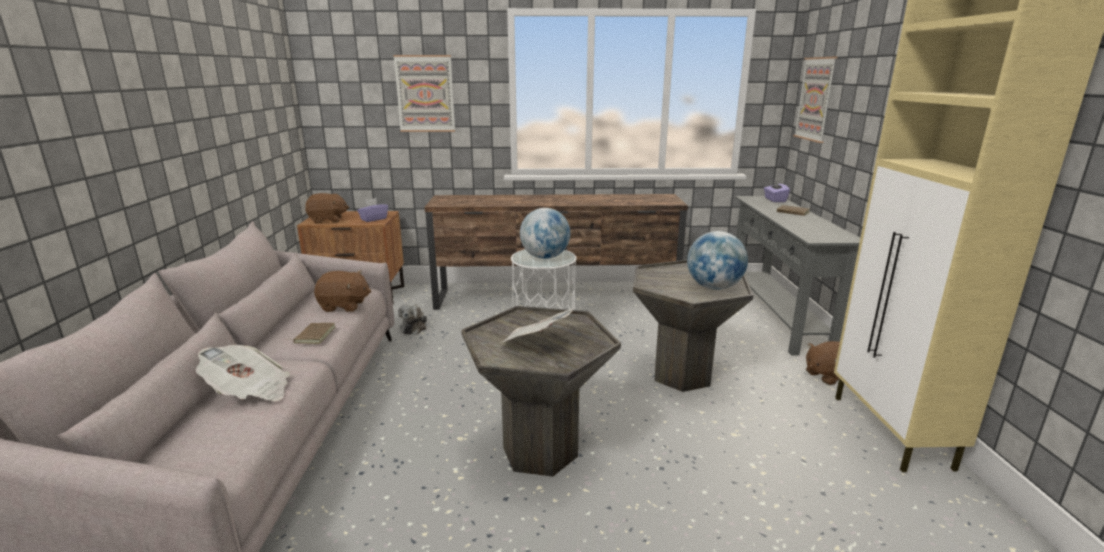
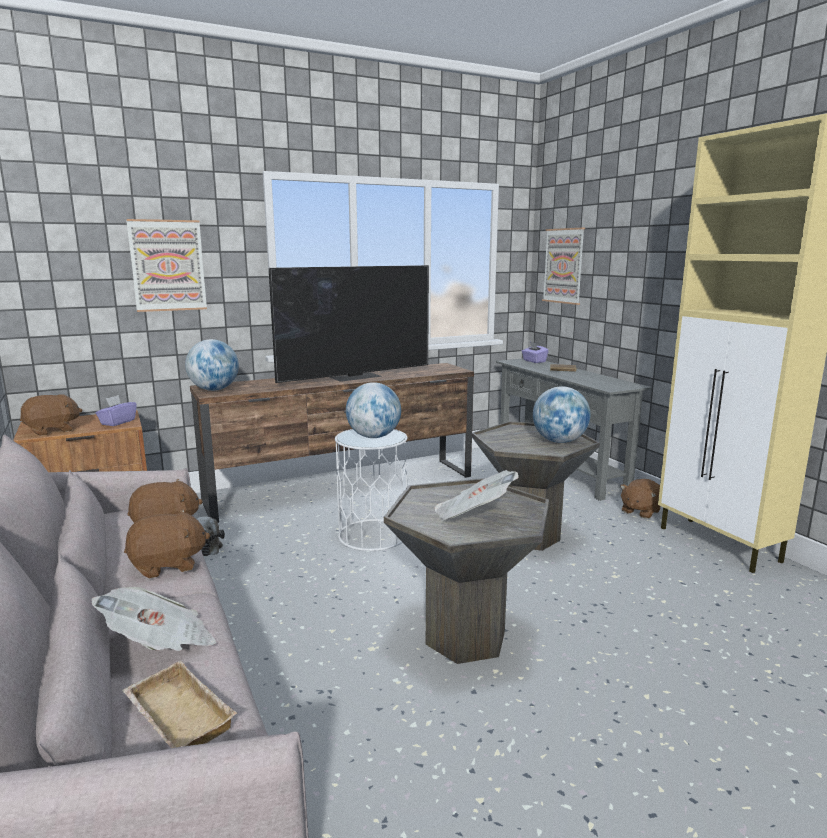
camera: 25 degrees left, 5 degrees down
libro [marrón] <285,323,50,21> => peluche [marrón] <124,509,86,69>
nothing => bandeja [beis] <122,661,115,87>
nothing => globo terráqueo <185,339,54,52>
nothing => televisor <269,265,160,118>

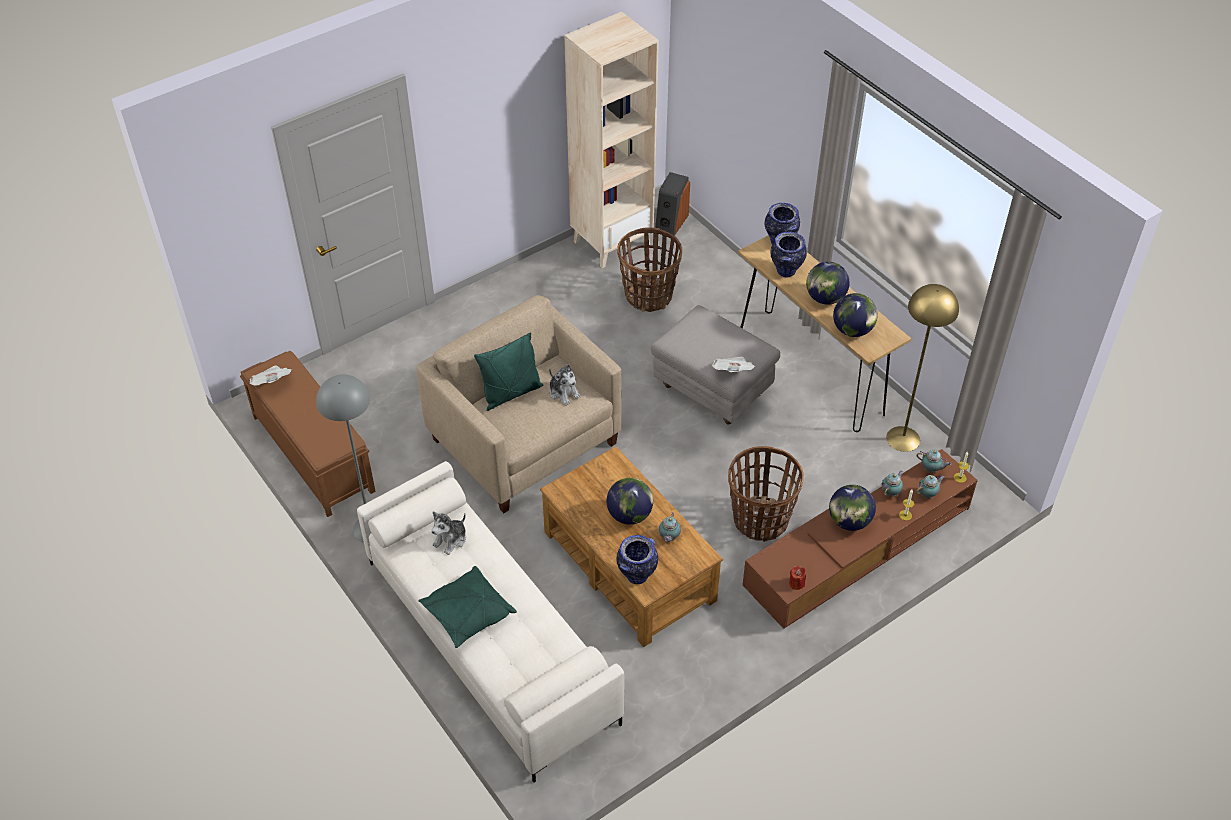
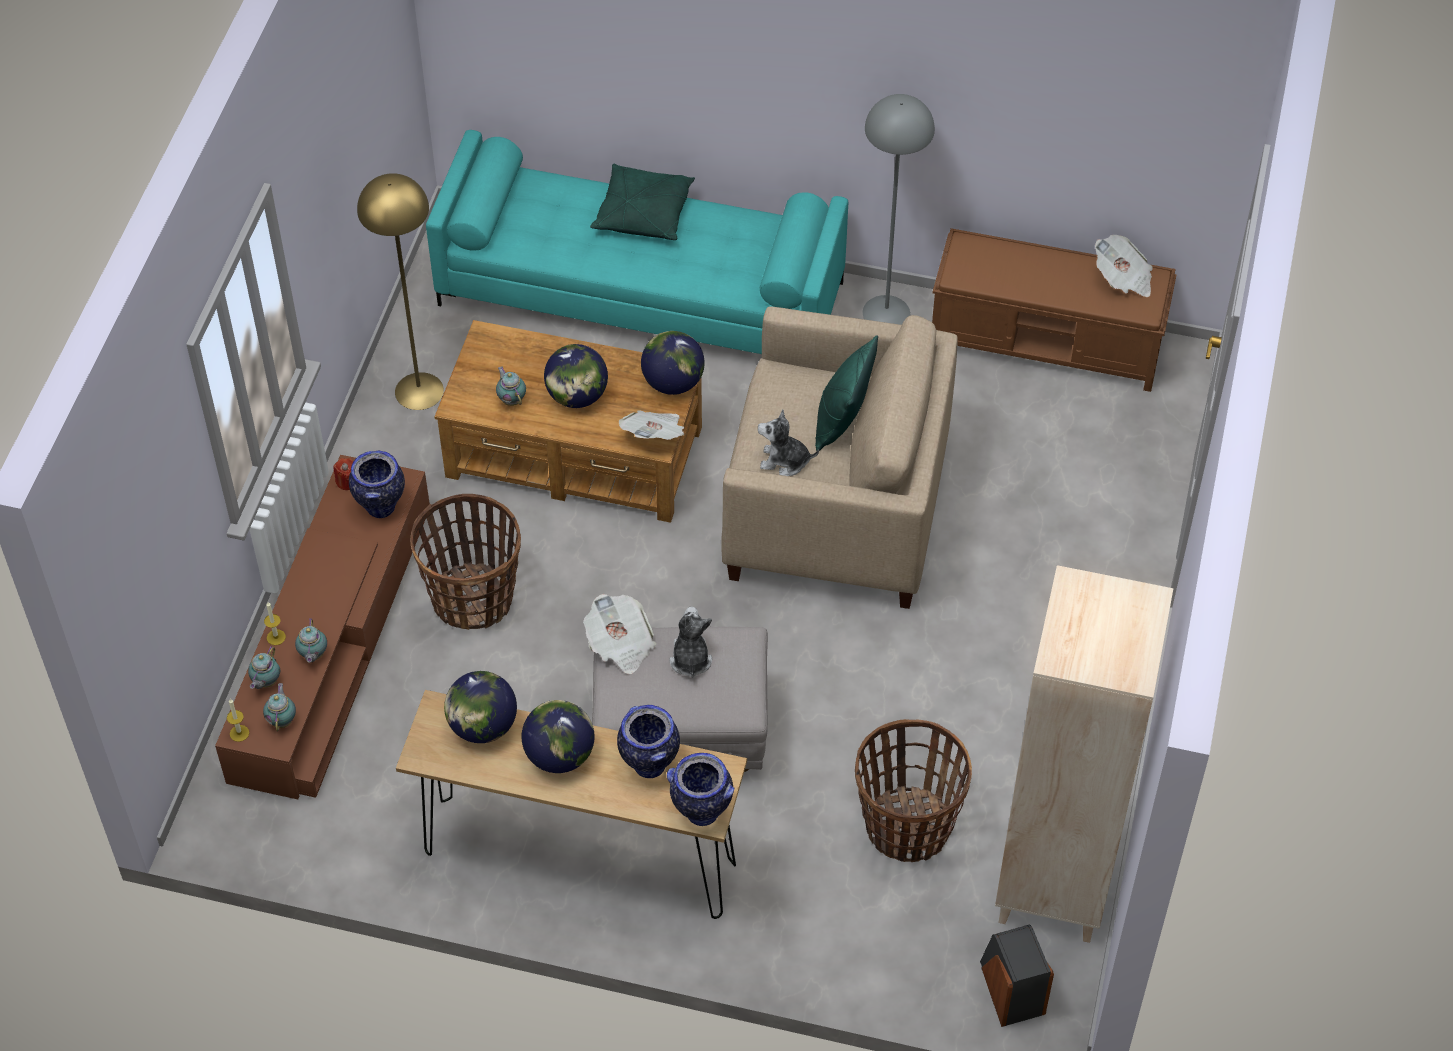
camera: 140 degrees right, 5 degrees up
sofá [blanco] <357,461,267,321> => sofá [turquesa] <426,130,422,224>
peluche <431,511,35,44> => peluche <669,607,43,71>, move
florero <617,535,41,49> => florero <349,451,56,67>, move
globo terráqueo <829,485,47,46> => globo terráqueo <641,331,64,64>, move
lámpara de pie [amarillo] <886,284,73,168> => lámpara de pie [amarillo] <357,173,87,237>, move
tetera <917,450,34,23> => tetera <263,683,33,48>, 105 degrees clockwise
nothing => periódico <619,410,65,30>

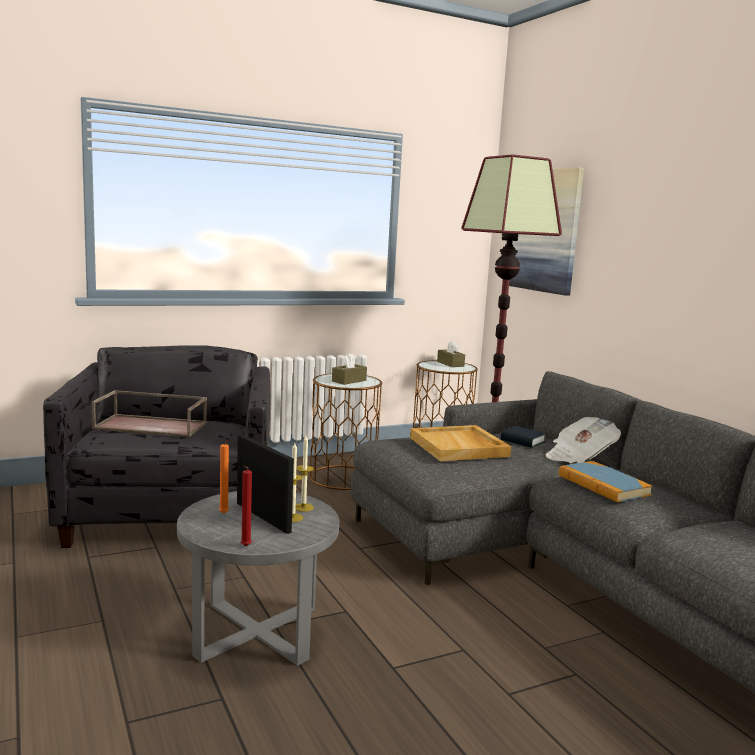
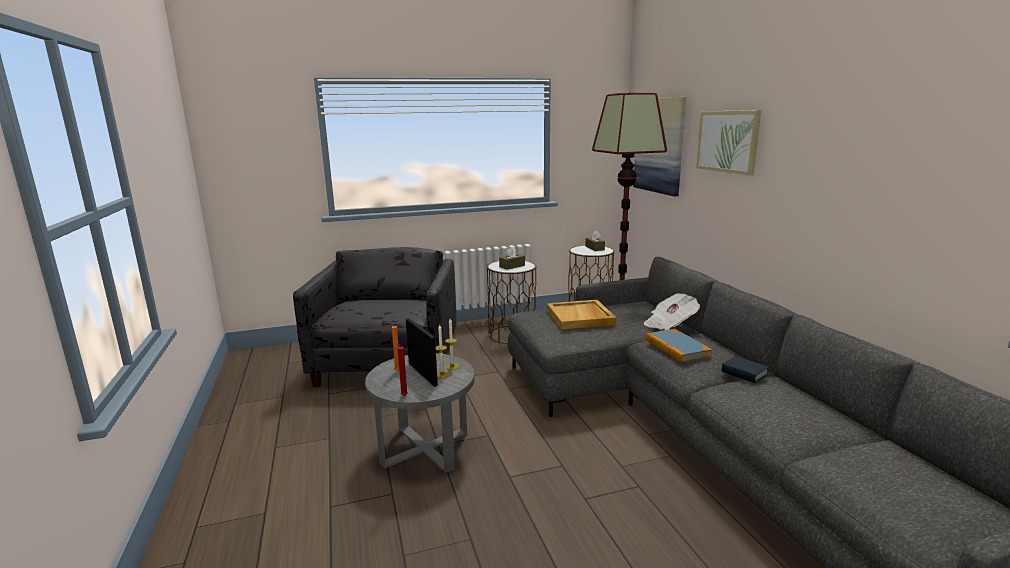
camera: 10 degrees right, 5 degrees up
bandeja [marrón] <92,390,115,47> => nothing
libro <500,426,46,22> => libro <721,356,47,27>, move
nothing => cuadro <696,110,65,65>

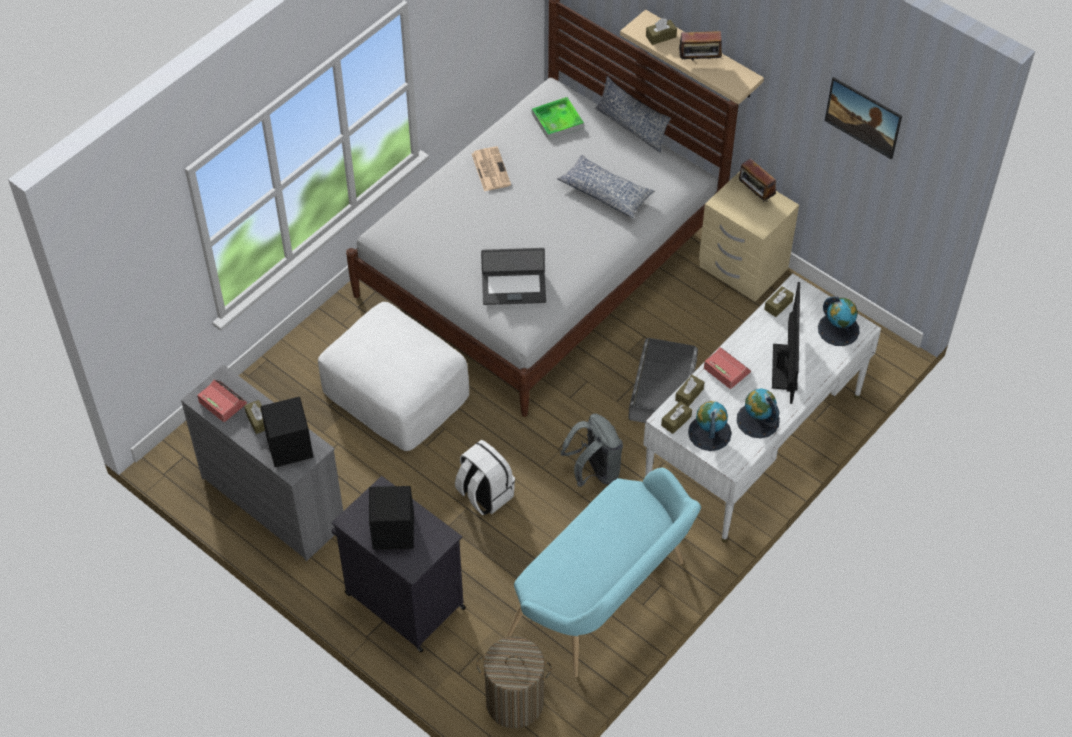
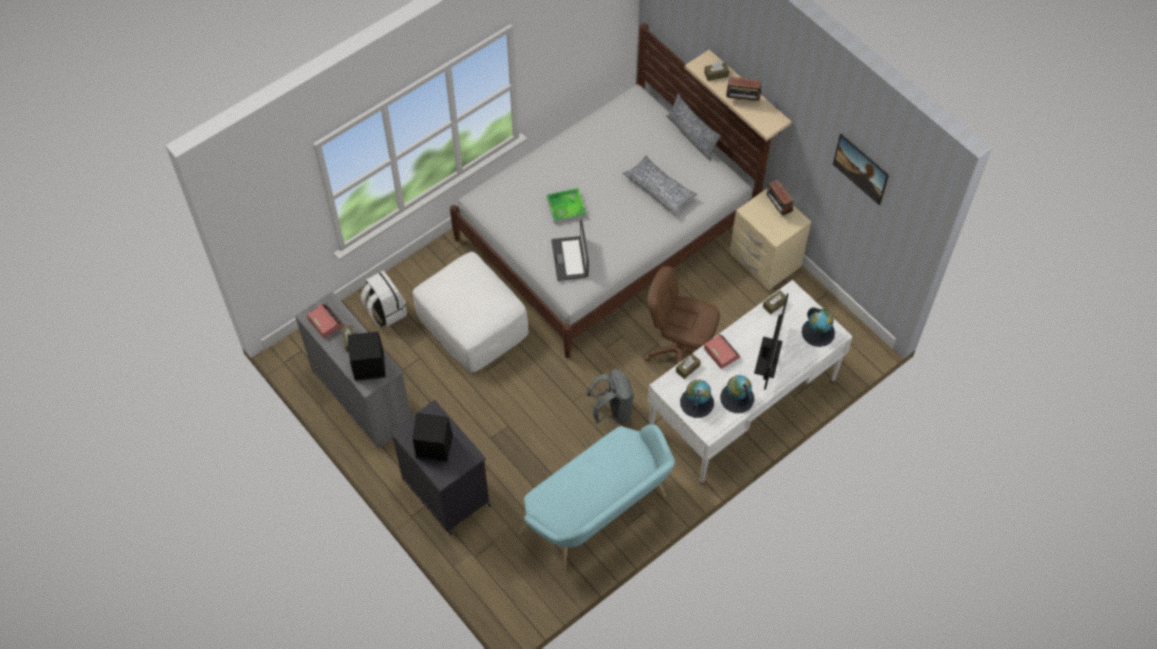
camera: 10 degrees right, 5 degrees up
mochila [blanco] <455,440,60,75> => mochila [blanco] <361,271,46,56>, move
periódico <472,147,39,44> => nothing
cesto de la ropa <476,637,75,91> => nothing
portátil <481,248,65,57> => portátil <551,219,38,62>, 75 degrees clockwise
bandeja <532,97,52,43> => bandeja <547,188,39,36>, move
caja de almacenaje [gris] <628,338,70,85> => silla de oficina [marrón] <644,266,76,98>
caja de pañuelos [marrón] <661,401,31,33> => nothing

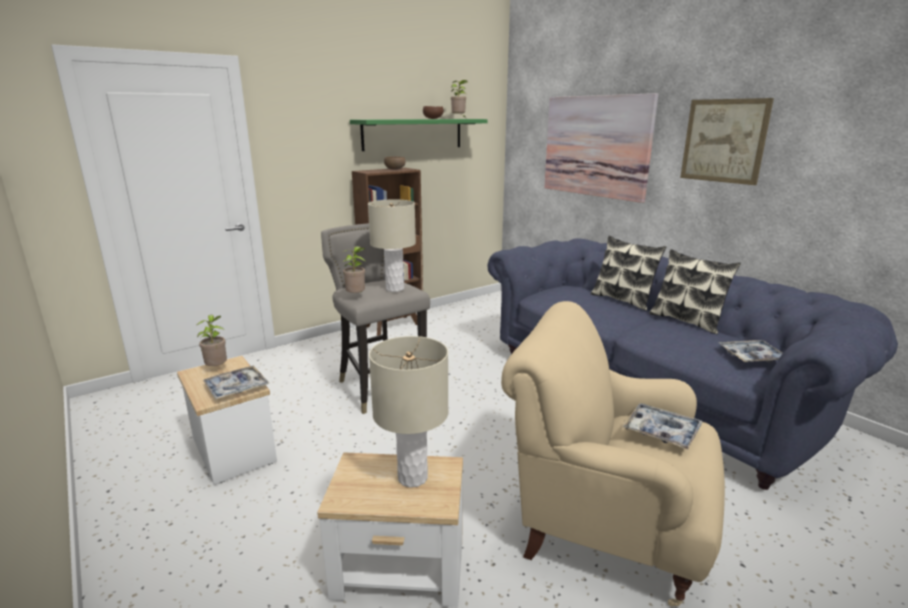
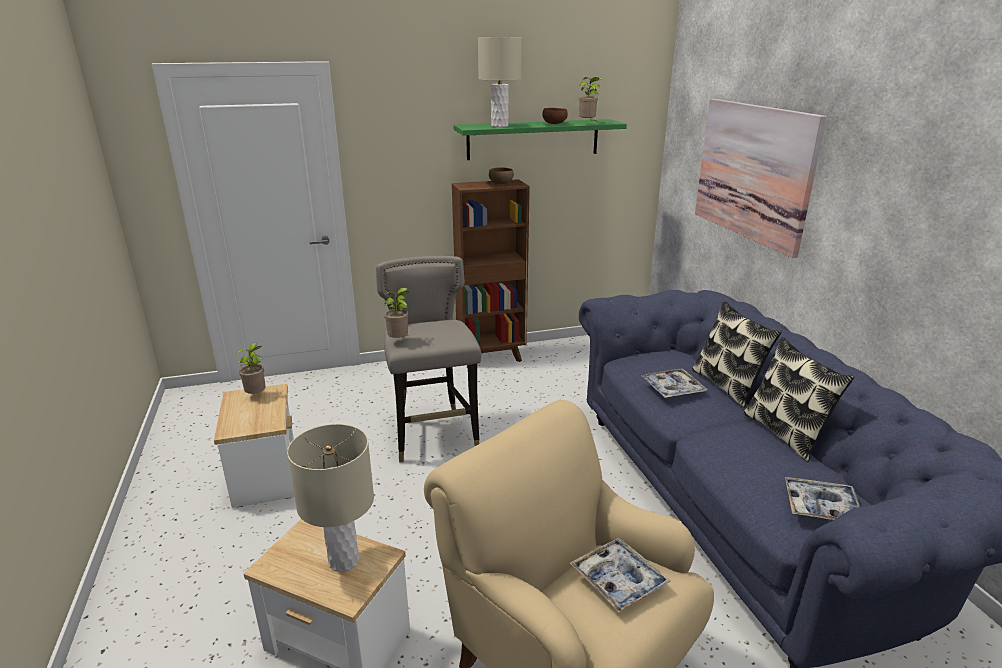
camera: 20 degrees right, 5 degrees up
bandeja <203,366,66,33> => bandeja <642,368,66,30>, move
lámpara de mesa [beis] <368,199,48,93> => lámpara de mesa [beis] <478,37,44,90>, move
cuadro <680,98,94,87> => nothing

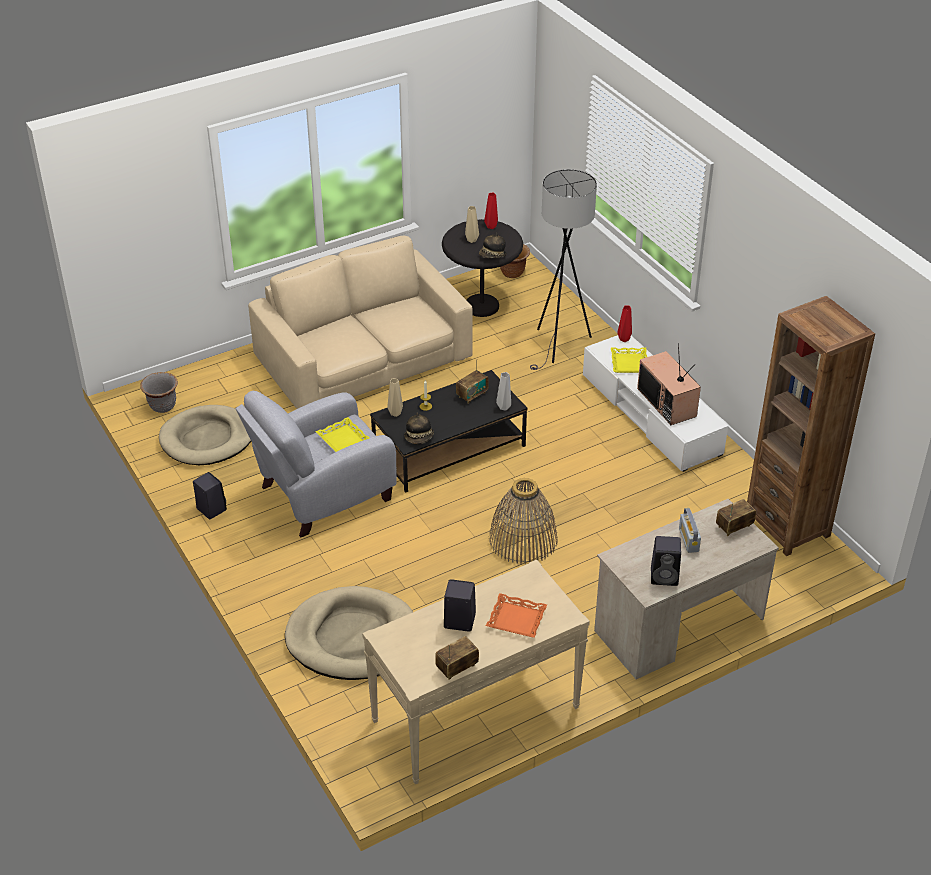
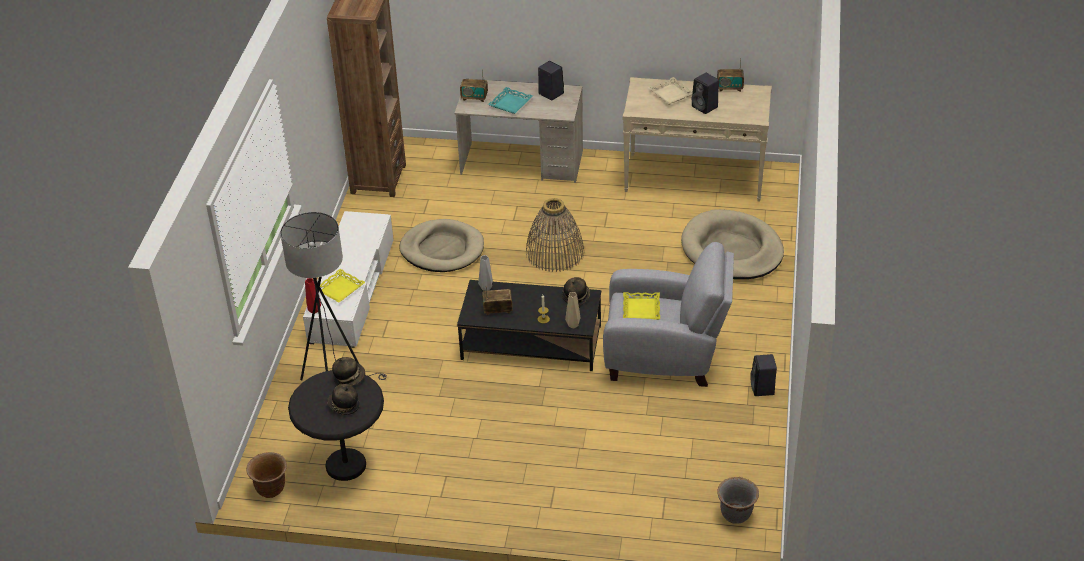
camera: 140 degrees left, 0 degrees up
cama para perro [beis] <159,405,92,60> => cama para perro [beis] <399,219,85,53>, move
sofá [beis] <248,236,225,173> => nothing
florero [beis] <465,206,14,37> => sombrero <327,384,33,31>
florero [rojo] <484,193,14,36> => nothing
bandeja [naranja] <486,593,61,45> => bandeja [beis] <648,77,45,28>
televisor <637,343,64,82> => nothing
radio <679,508,22,45> => bandeja [turquesa] <488,87,45,27>

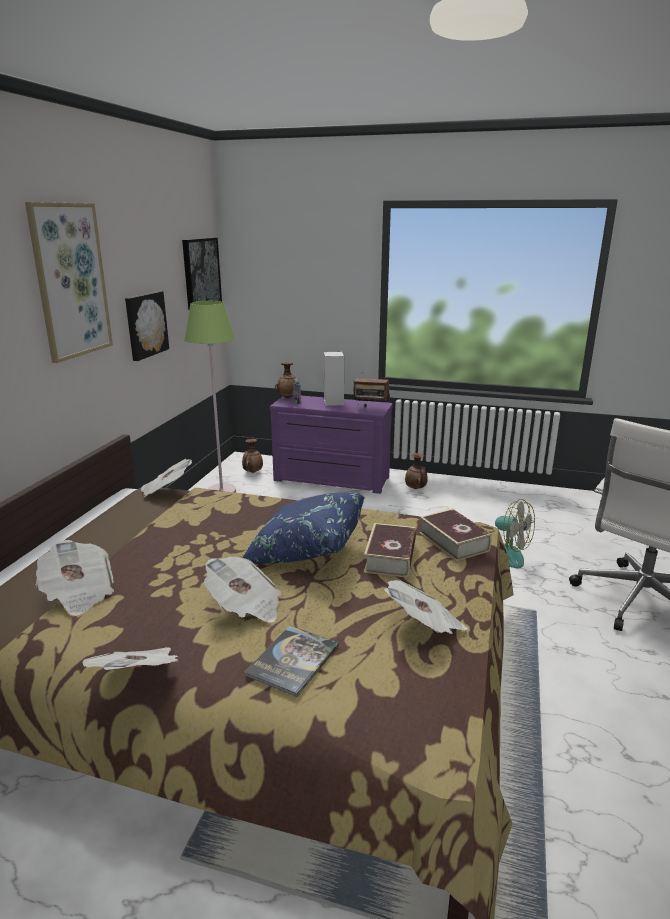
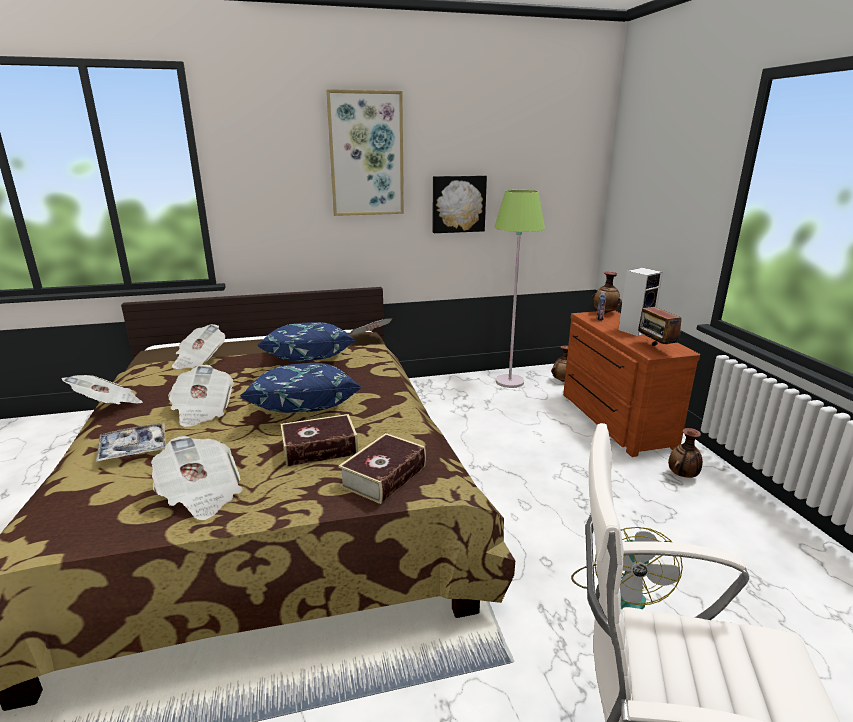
camera: 60 degrees right, 0 degrees up
cuadro <182,238,40,72> => nothing
libro <244,626,95,71> => bandeja <96,422,70,40>
cómoda [morado] <270,396,123,98> => cómoda [marrón] <563,310,137,147>
nothing => cojín [azul] <258,322,97,39>

